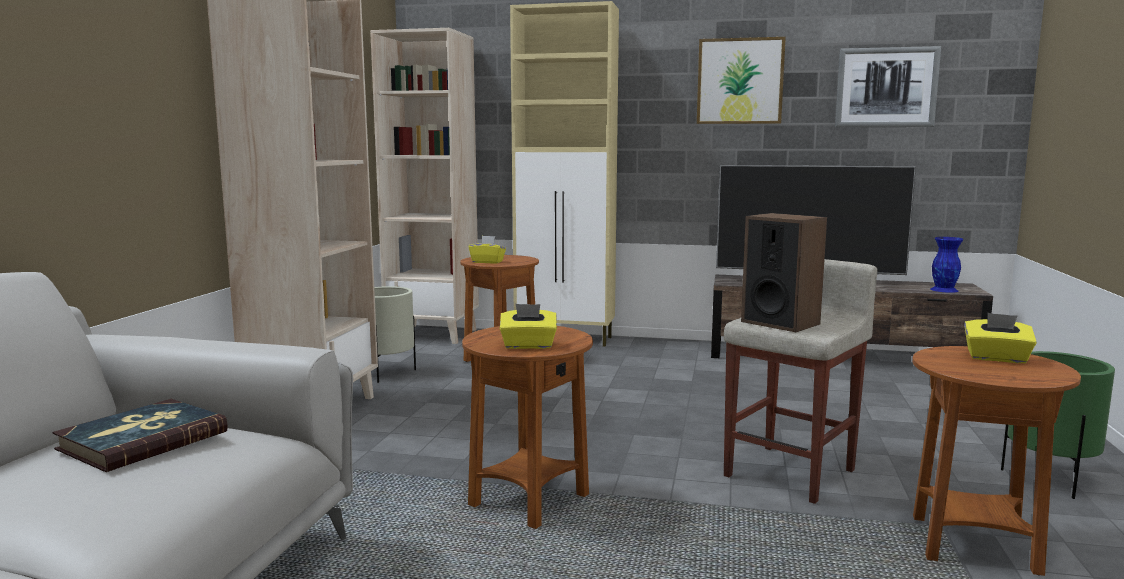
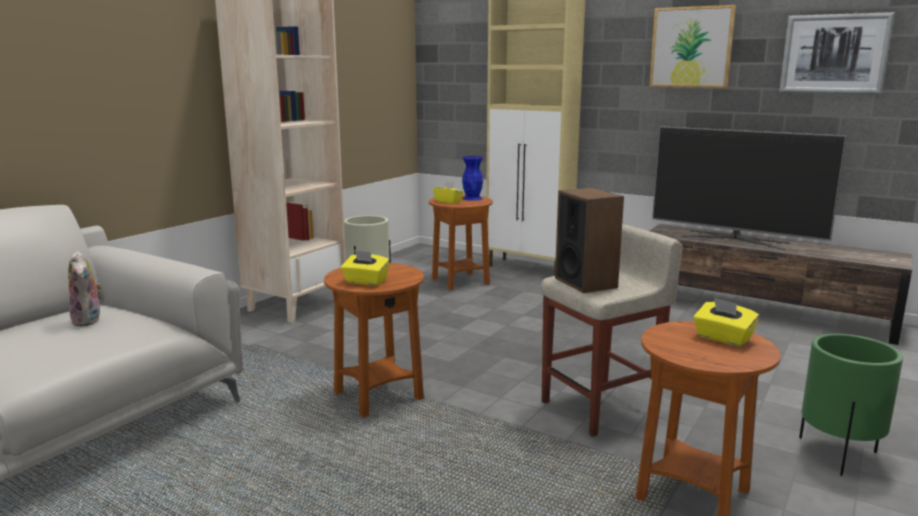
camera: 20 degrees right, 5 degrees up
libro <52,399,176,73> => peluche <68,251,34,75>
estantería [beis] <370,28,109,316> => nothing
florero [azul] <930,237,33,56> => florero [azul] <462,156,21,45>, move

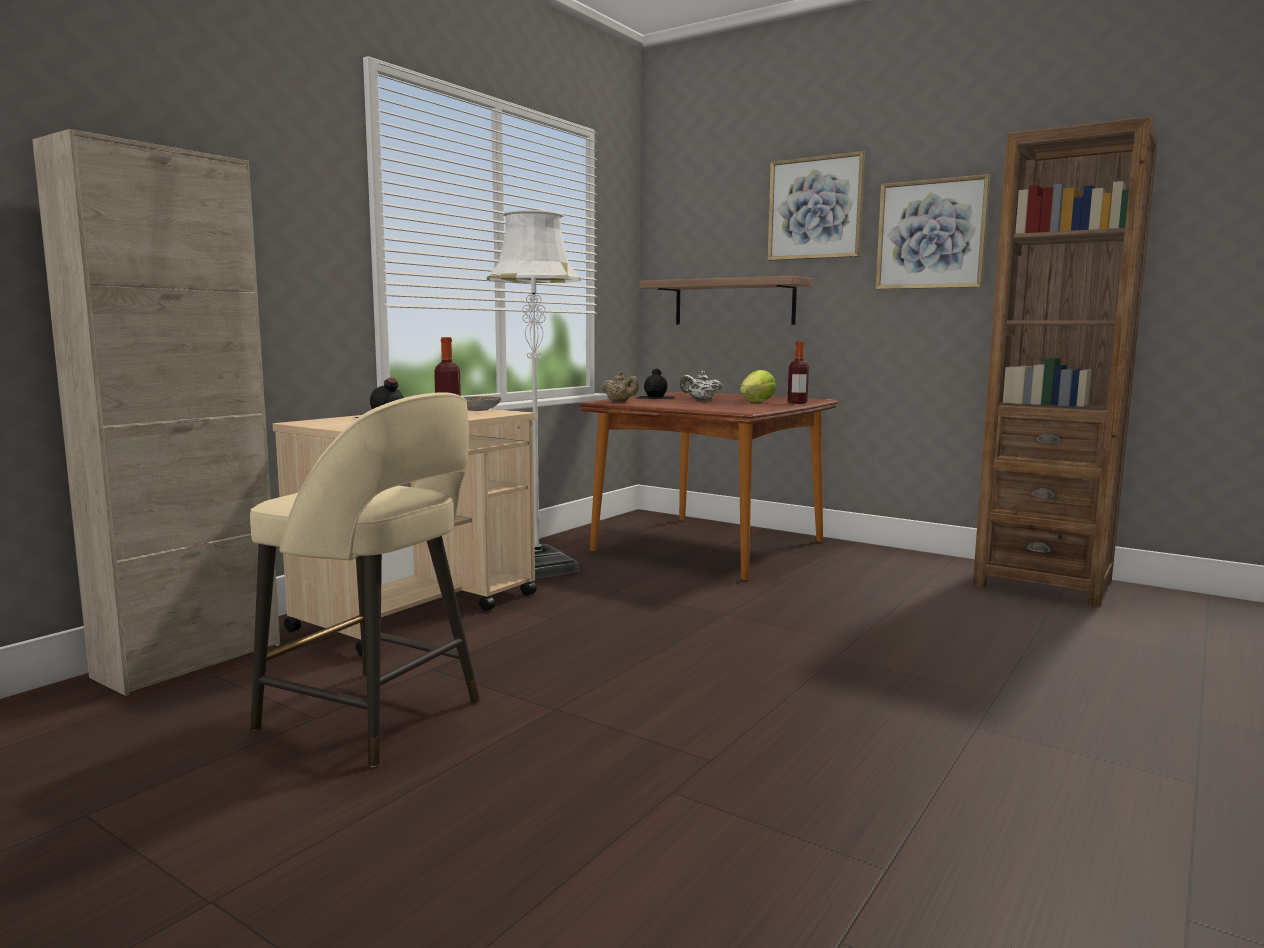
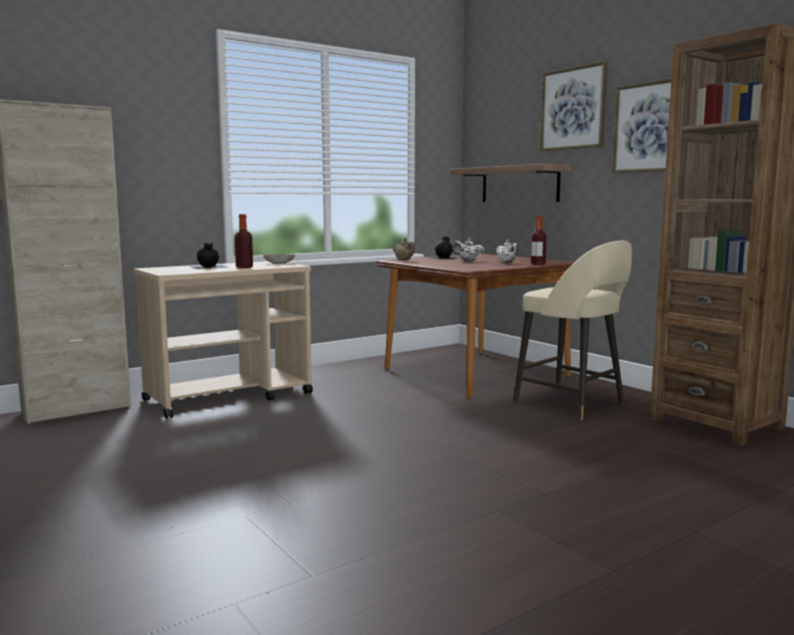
camera: 20 degrees right, 0 degrees up
taburete [beis] <250,392,230,375> => taburete [beis] <513,241,119,179>, move
lámpara de pie [blanco] <487,210,94,369> => nothing
lechuga <740,370,36,32> => tetera [blanco] <496,239,22,24>

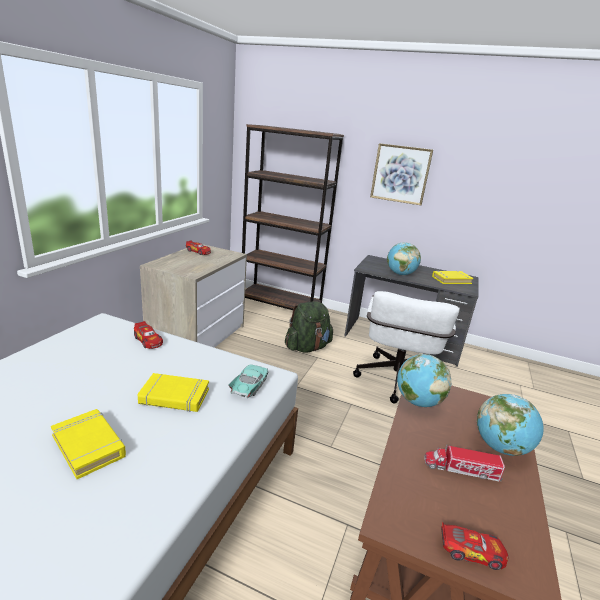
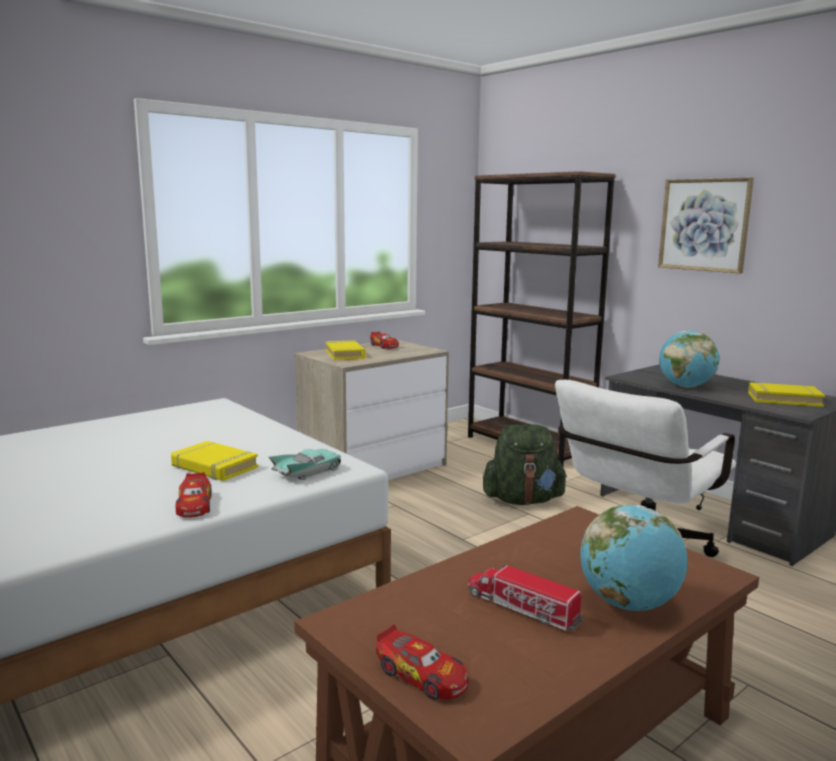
camera: 30 degrees right, 10 degrees down
libro [amarillo] <51,409,75,70> => libro [amarillo] <325,340,41,20>, move
coche de juguete <134,321,29,28> => coche de juguete <176,472,36,45>, move
globo terráqueo <397,354,54,53> => nothing

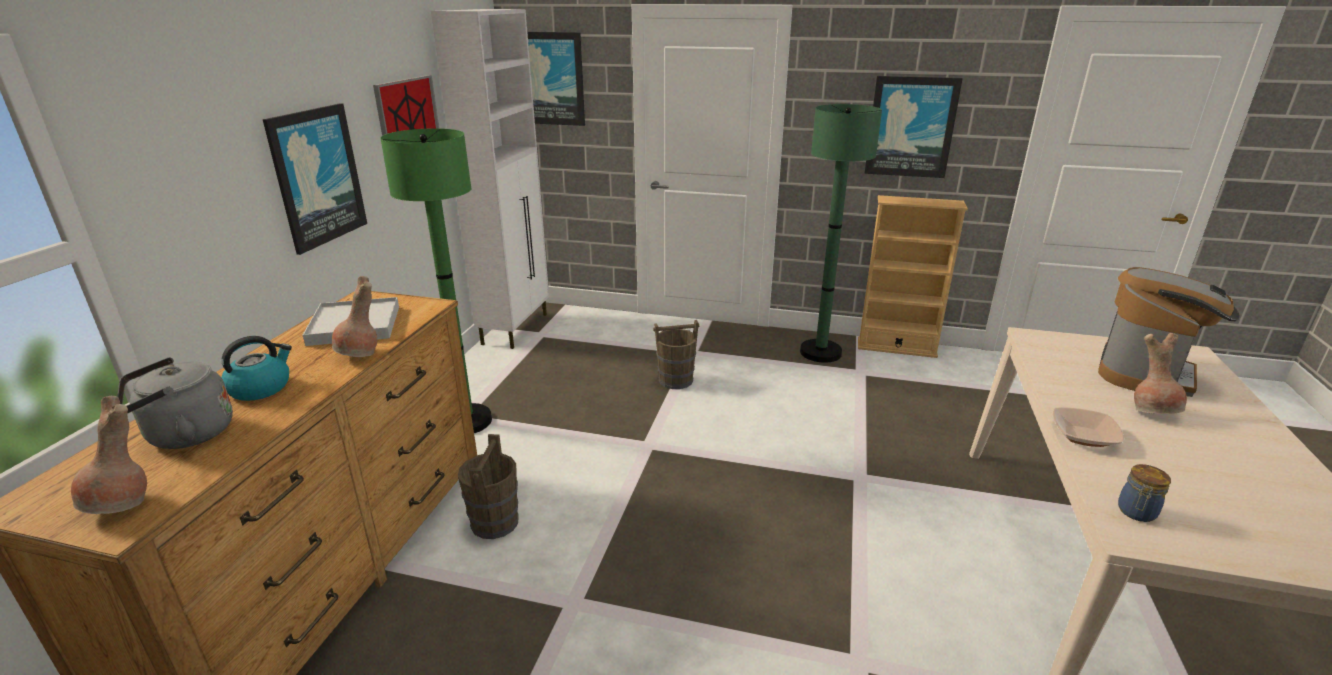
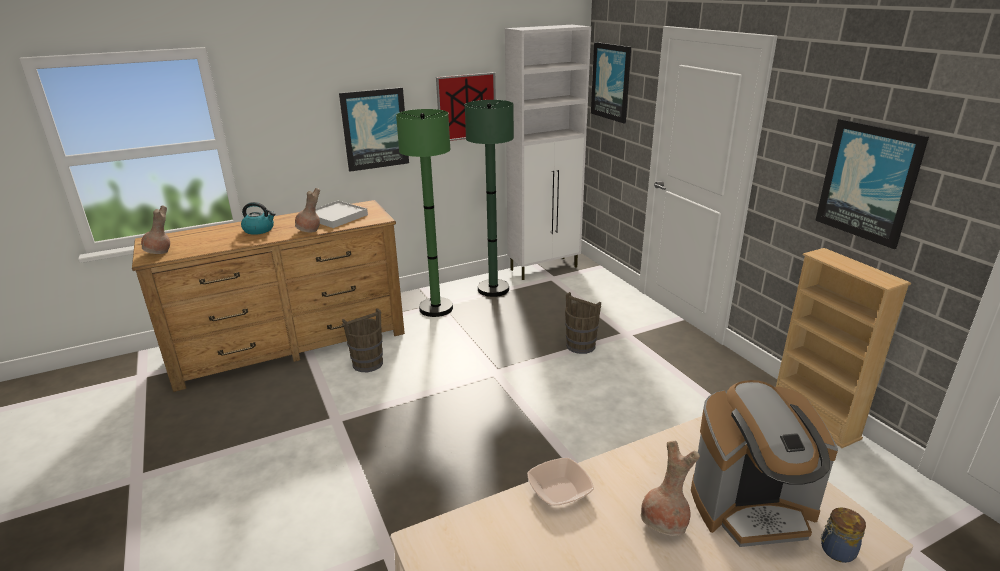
camera: 50 degrees right, 0 degrees up
hervidor [gris] <117,357,116,92> => nothing
lámpara de pie [verde] <800,104,82,259> => lámpara de pie [verde] <465,100,49,197>, move
tarro <1118,464,53,58> => tarro <821,507,45,56>, move

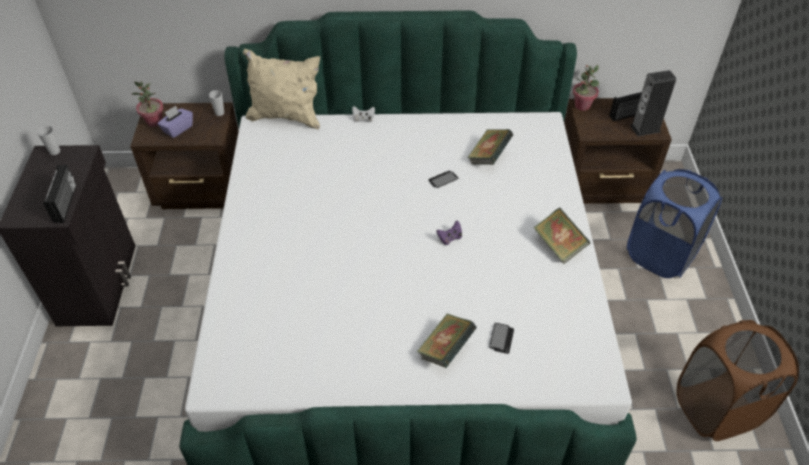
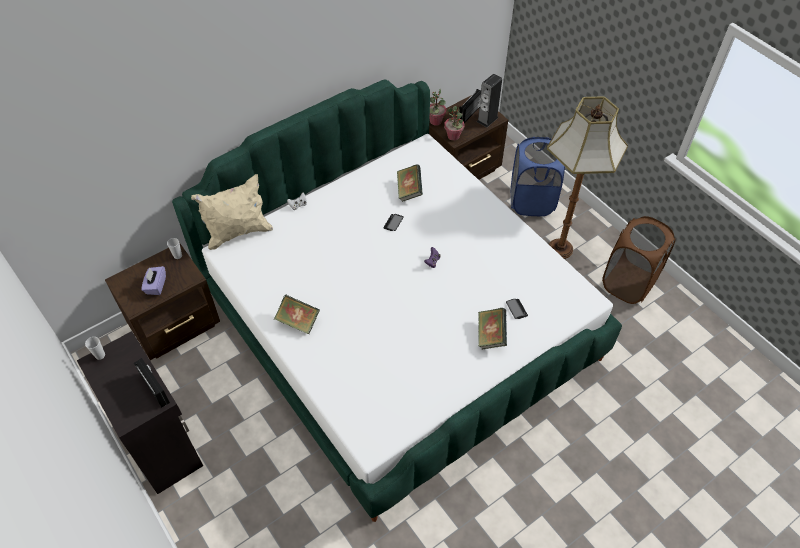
camera: 35 degrees left, 5 degrees up
planta en maceta <132,81,31,46> => planta en maceta <444,106,21,35>, move
libro <534,208,56,56> => libro <274,294,46,40>, move
nothing => lámpara de pie <547,96,81,163>

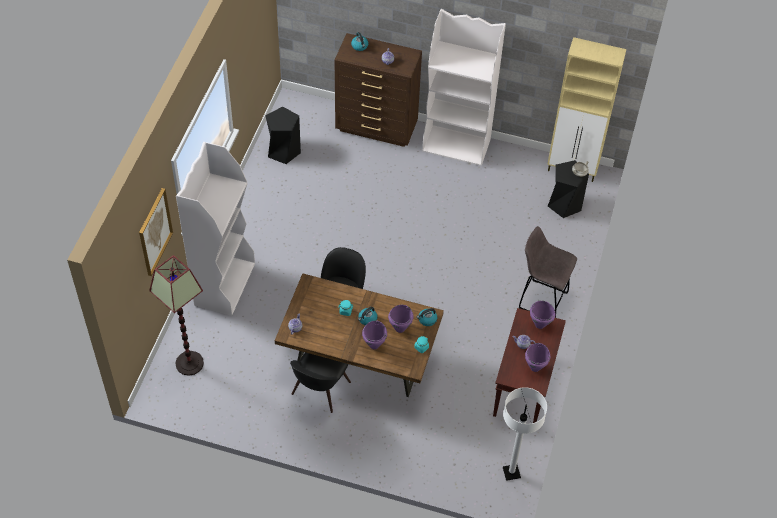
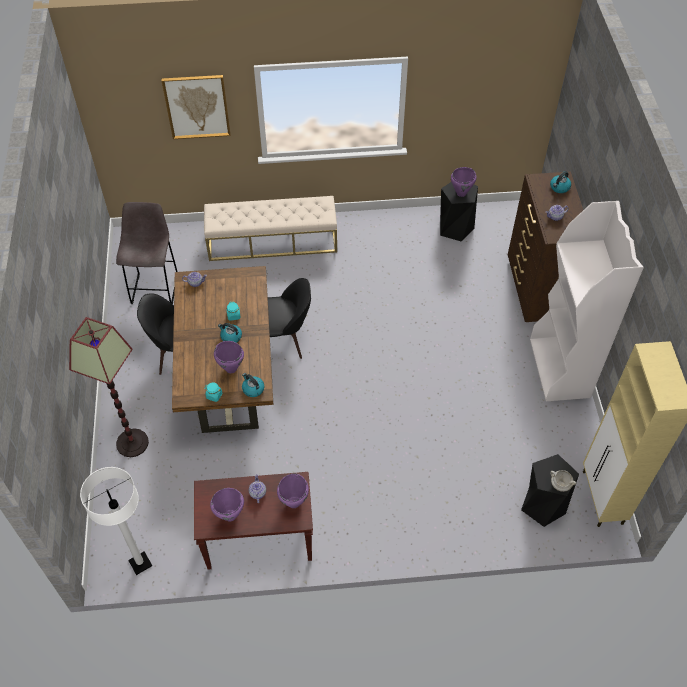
camera: 70 degrees right, 0 degrees up
lámpara de pie <149,255,55,121> => lámpara de pie <69,317,80,140>, move
estantería [blanco] <176,142,79,174> => banco [beis] <204,196,133,65>
olla [morado] <362,320,25,29> => olla [morado] <451,167,25,30>, move
taburete [gris] <519,226,58,92> => taburete [gris] <116,202,62,102>, move

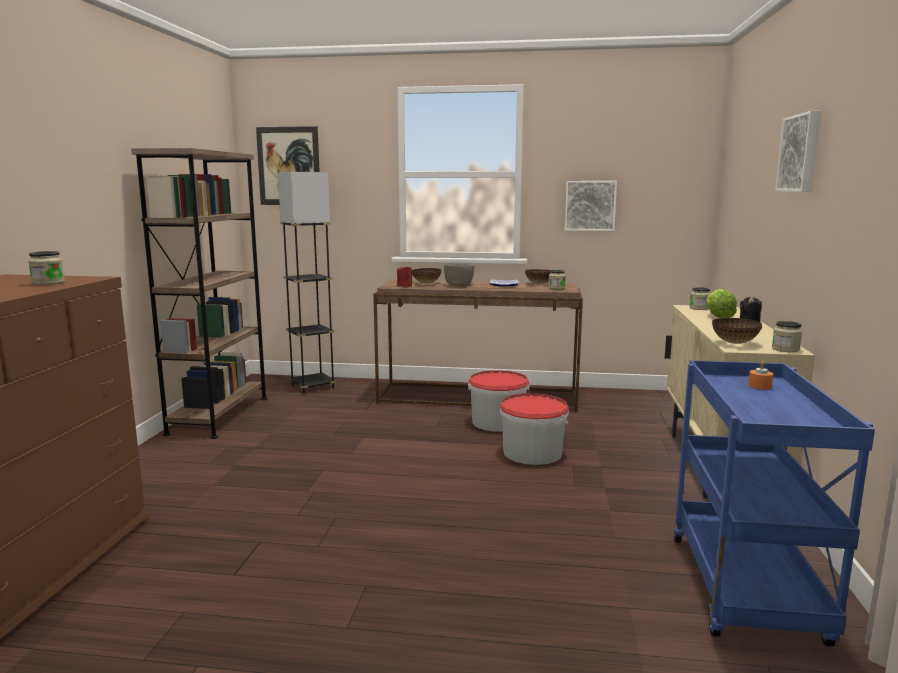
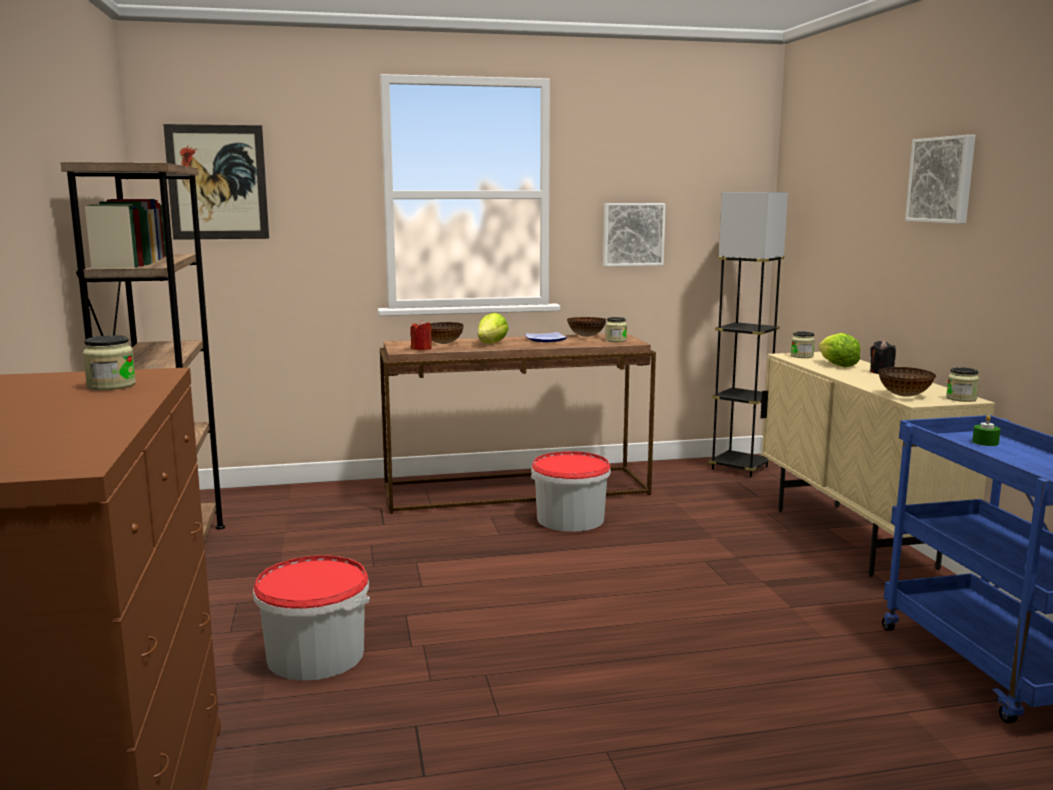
camera: 20 degrees left, 0 degrees up
lámpara de pie [gris] <278,172,58,221> => lámpara de pie [gris] <709,192,79,285>, move
cuenco [gris] <444,263,31,23> => lechuga <478,313,31,30>
cubo <499,393,70,72> => cubo <253,555,117,126>, move
vela [naranja] <748,361,25,29> => vela [verde] <972,415,29,31>

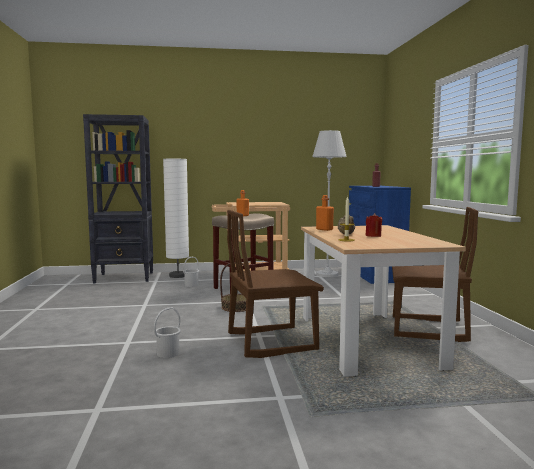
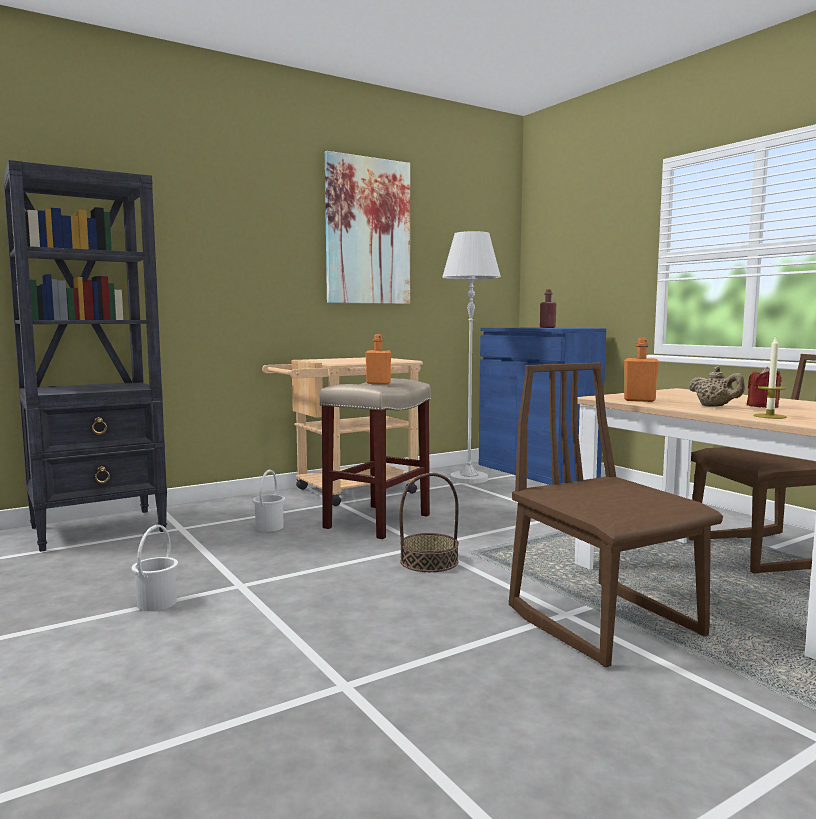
camera: 25 degrees left, 0 degrees up
cubo [blanco] <154,308,27,50> => cubo [blanco] <131,525,47,86>, move
lámpara de pie [blanco] <163,159,26,119> => nothing
silla [marrón] <227,210,97,148> => silla [marrón] <509,362,214,306>, 105 degrees clockwise
nothing => cuadro <325,151,85,153>

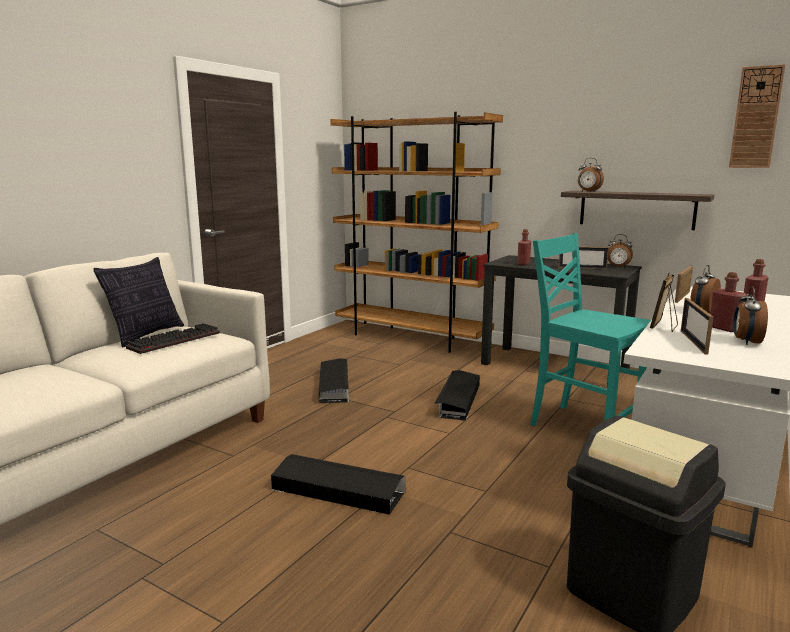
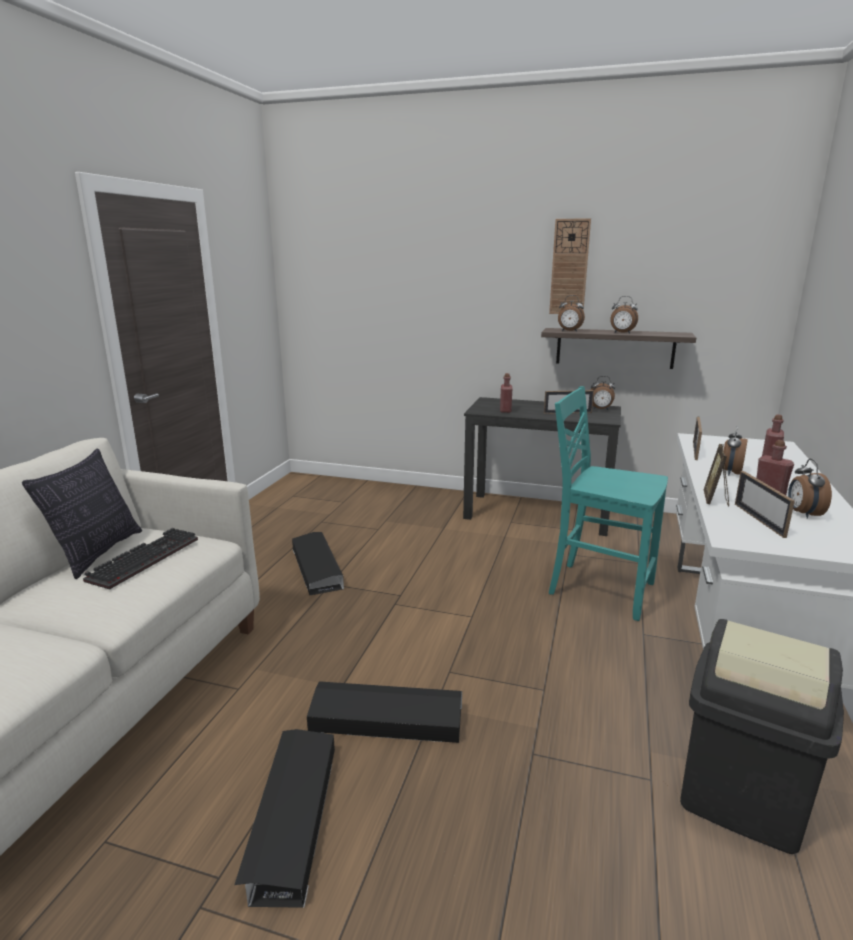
camera: 15 degrees left, 5 degrees up
estantería [marrón] <331,112,172,241> => nothing
caja de almacenaje [negro] <434,370,46,51> => caja de almacenaje [negro] <234,729,101,179>, move
reloj de pared <729,64,57,104> => reloj de pared <549,218,42,96>, move
nothing => despertador <610,296,28,38>

